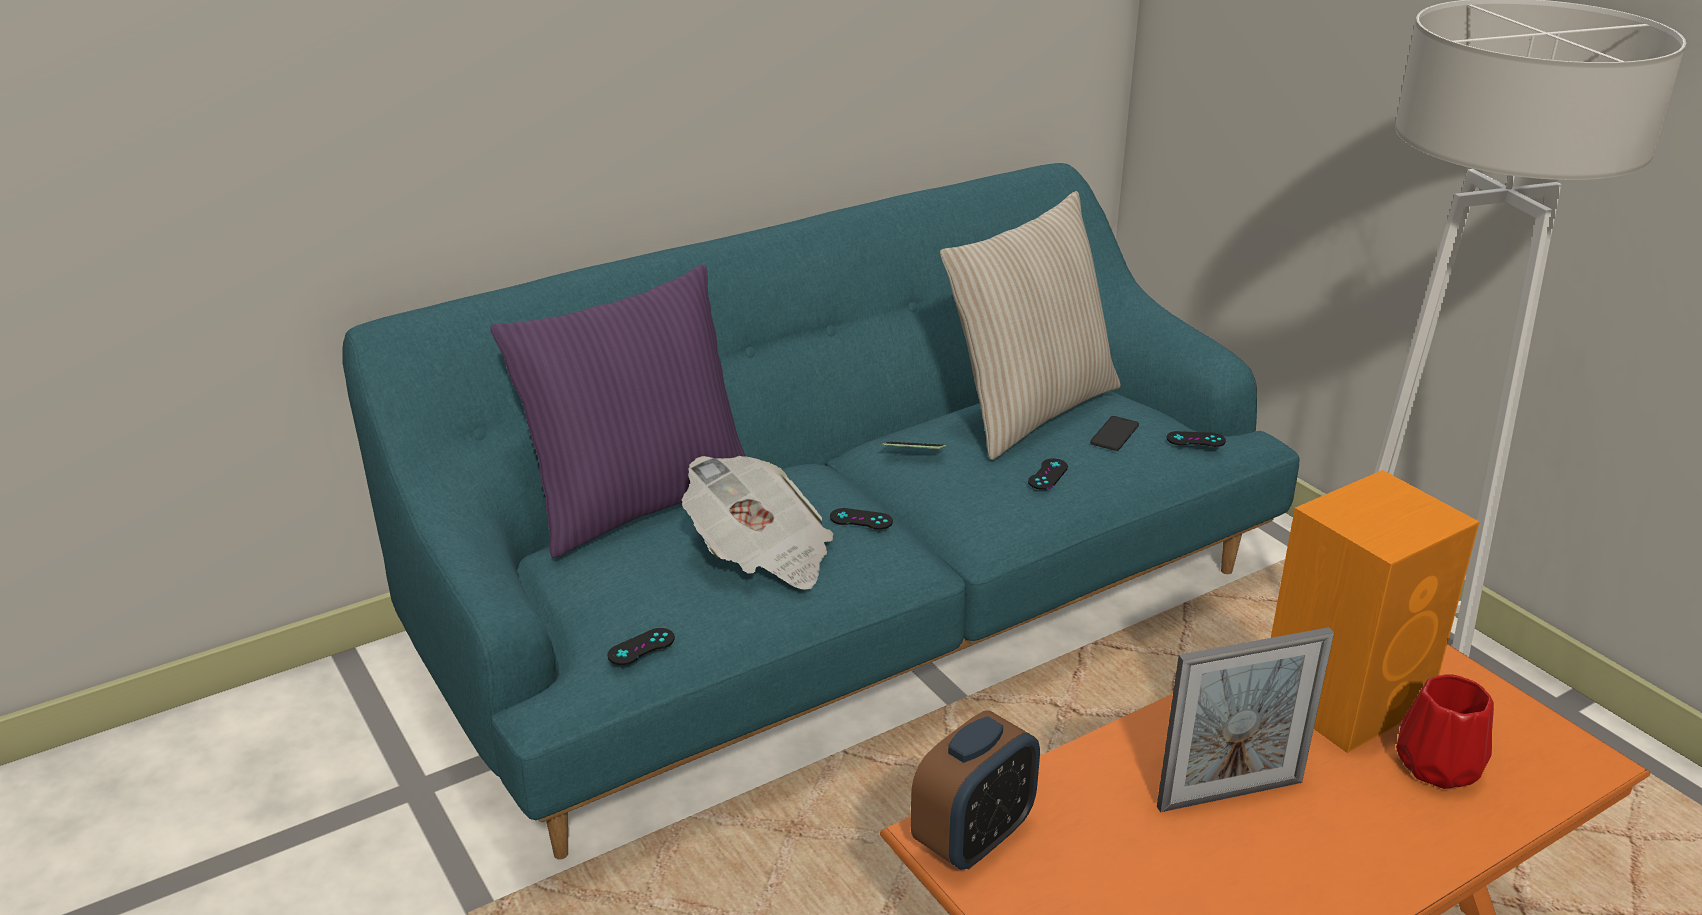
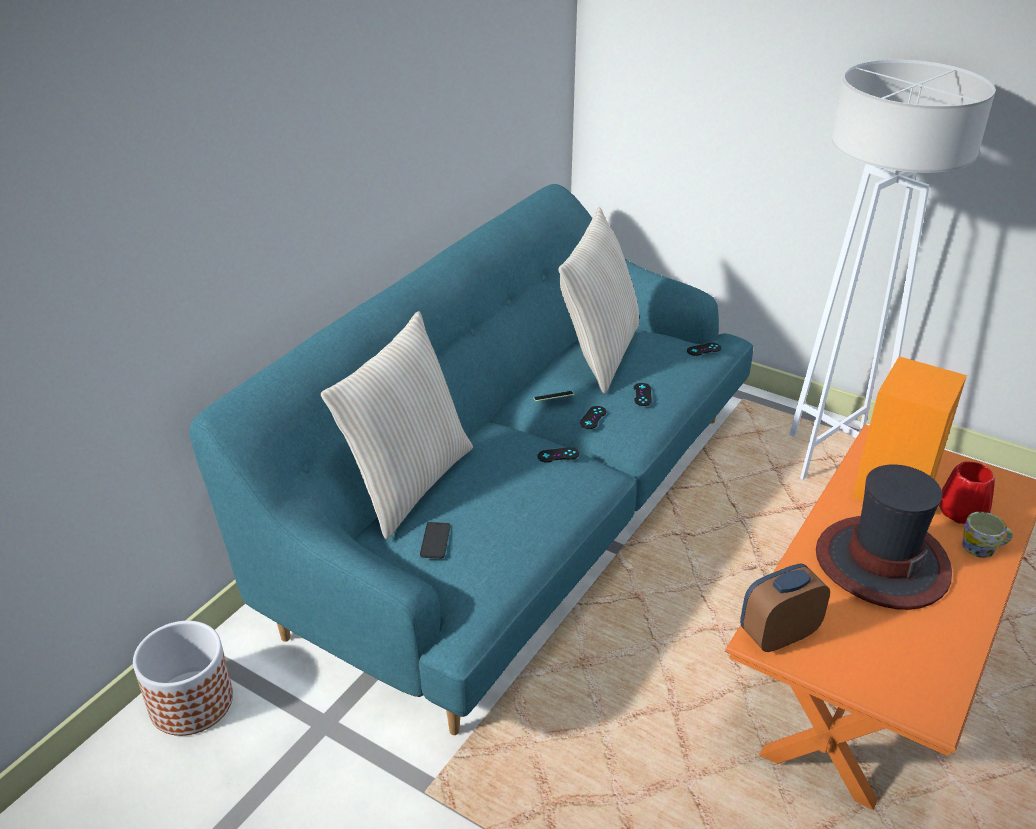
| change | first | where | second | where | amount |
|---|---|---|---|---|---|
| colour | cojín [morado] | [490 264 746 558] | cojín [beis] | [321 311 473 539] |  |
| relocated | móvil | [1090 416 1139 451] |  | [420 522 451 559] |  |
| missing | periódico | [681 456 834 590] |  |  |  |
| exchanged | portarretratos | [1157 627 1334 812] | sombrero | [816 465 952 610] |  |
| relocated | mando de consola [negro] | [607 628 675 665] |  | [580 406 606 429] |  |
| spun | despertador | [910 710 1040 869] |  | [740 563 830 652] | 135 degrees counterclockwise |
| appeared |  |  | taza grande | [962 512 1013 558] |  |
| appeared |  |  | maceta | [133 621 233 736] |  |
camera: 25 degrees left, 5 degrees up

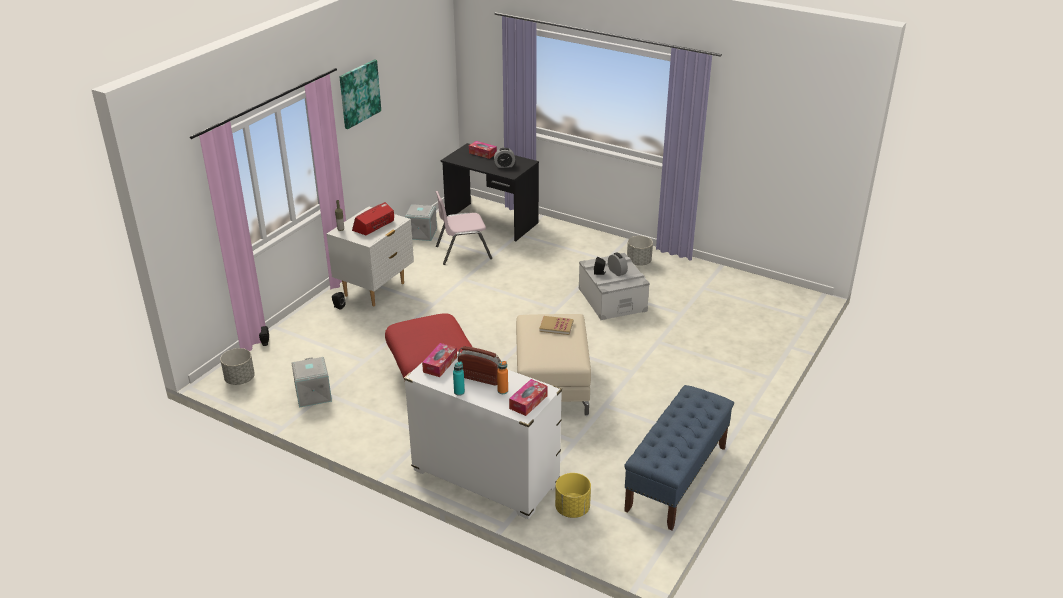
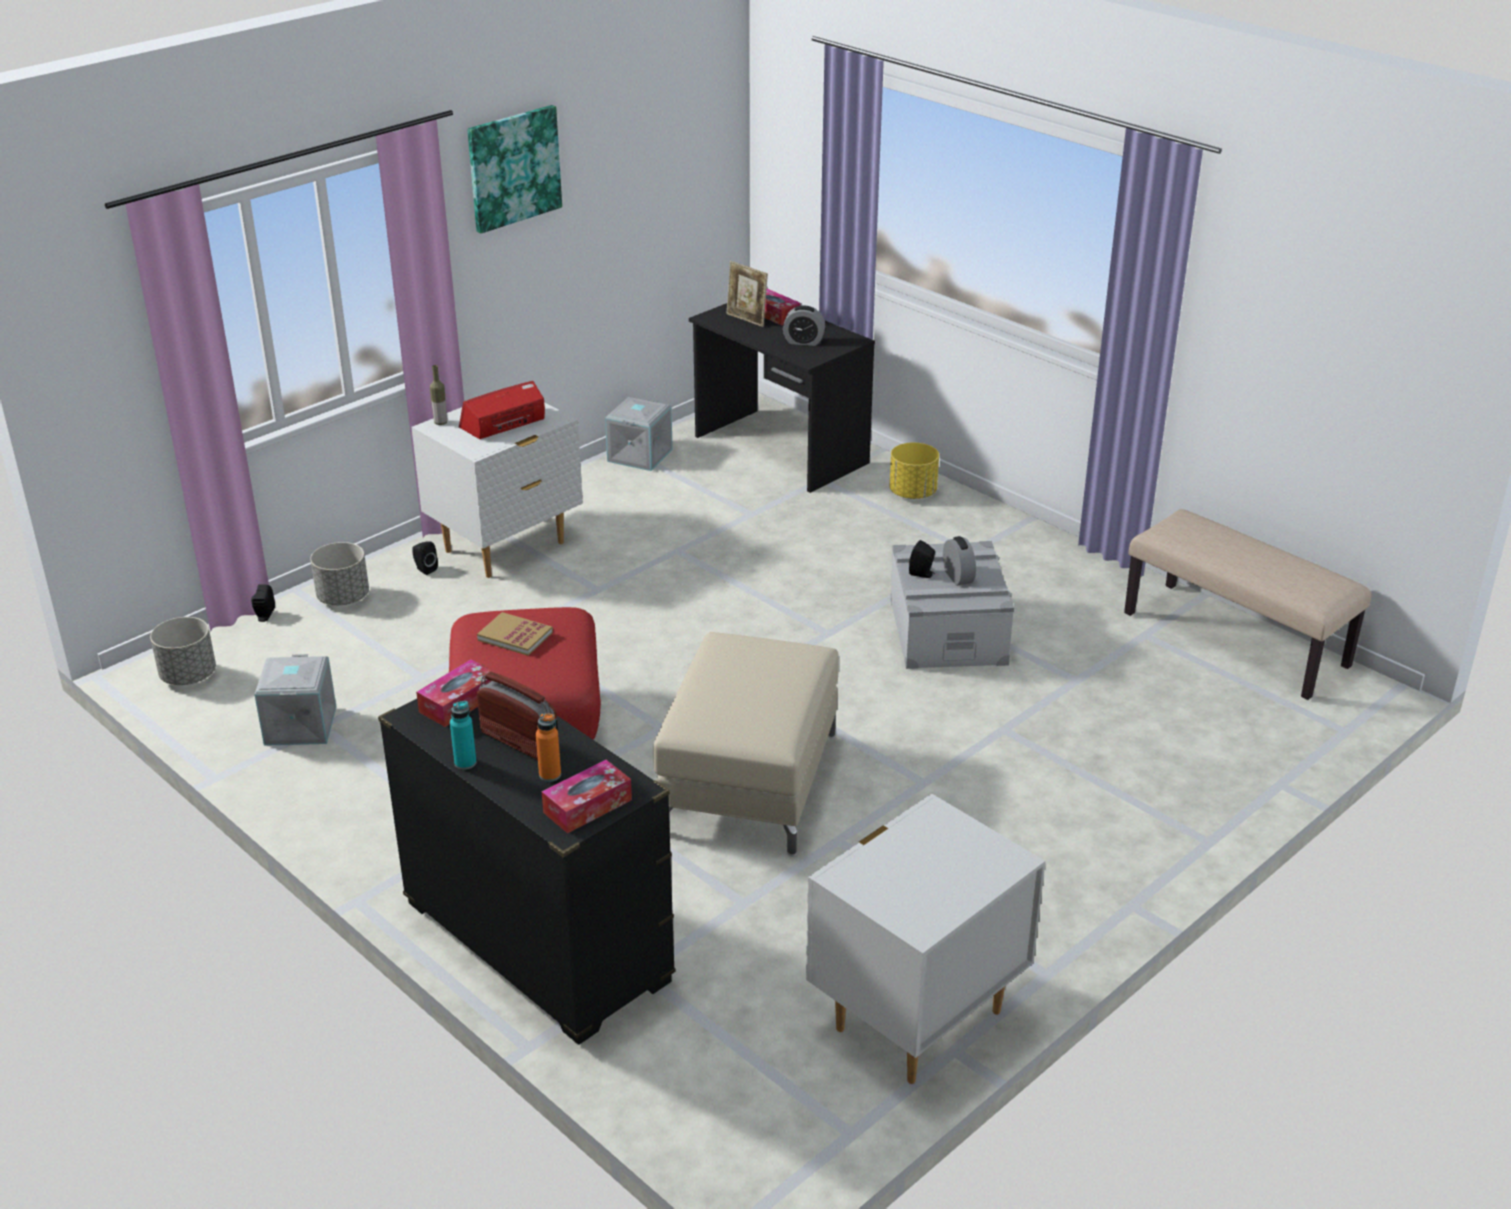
| change | first | where | second | where | amount |
|---|---|---|---|---|---|
| missing | silla [rosa] | [436 191 492 265] |  |  |  |
| relocated | maceta [gris] | [627 236 653 266] |  | [310 542 369 605] |  |
| relocated | libro | [539 316 573 335] |  | [477 612 553 656] |  |
| colour | cómoda [blanco] | [404 351 562 519] | cómoda [negro] | [378 664 676 1045] |  |
| exchanged | banco [azul] | [624 385 734 530] | mesita de noche [blanco] | [806 793 1045 1084] |  |
| relocated | maceta [amarillo] | [555 473 591 518] |  | [890 443 939 499] |  |
| appeared |  |  | portarretratos | [727 261 768 327] |  |
| appeared |  |  | banco [beis] | [1124 509 1371 700] |  |
camera: 15 degrees right, 0 degrees up

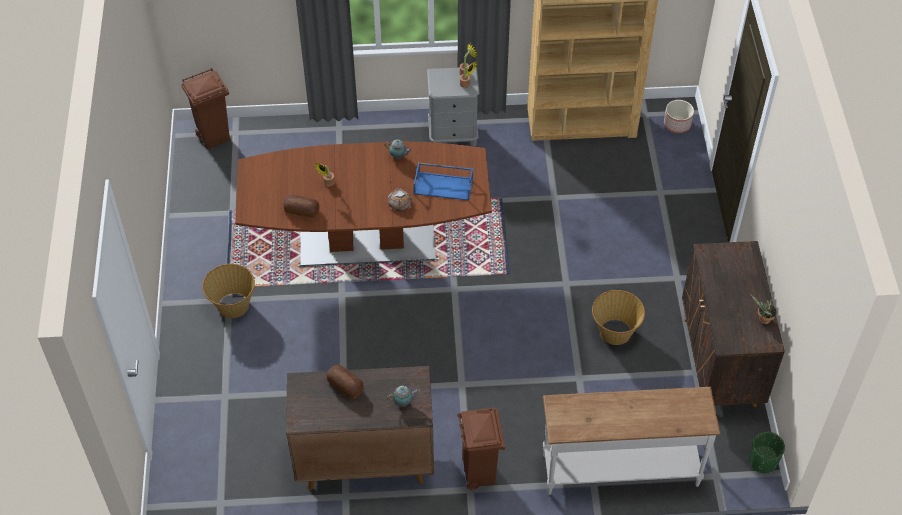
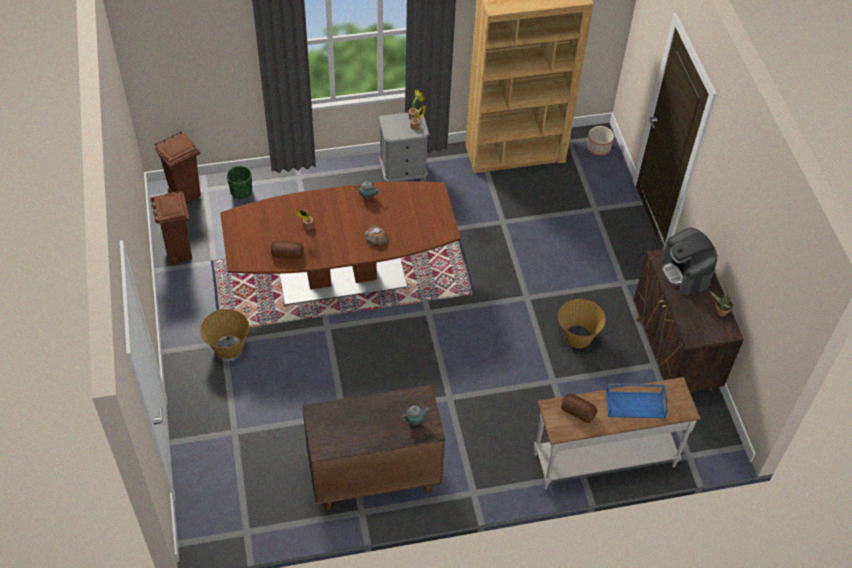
| change | first | where | second | where | amount |
|---|---|---|---|---|---|
| relocated | bandeja [azul] | [414 163 473 200] |  | [606 384 668 418] |  |
| relocated | pan | [326 364 364 399] |  | [561 393 597 423] |  |
| relocated | papelera [marrón] | [457 408 505 490] |  | [150 191 192 265] |  |
| relocated | maceta [verde] | [749 432 785 474] |  | [227 166 252 200] |  |
| appeared |  |  | cafetera | [661 227 717 295] |  |
camera: 10 degrees left, 0 degrees up

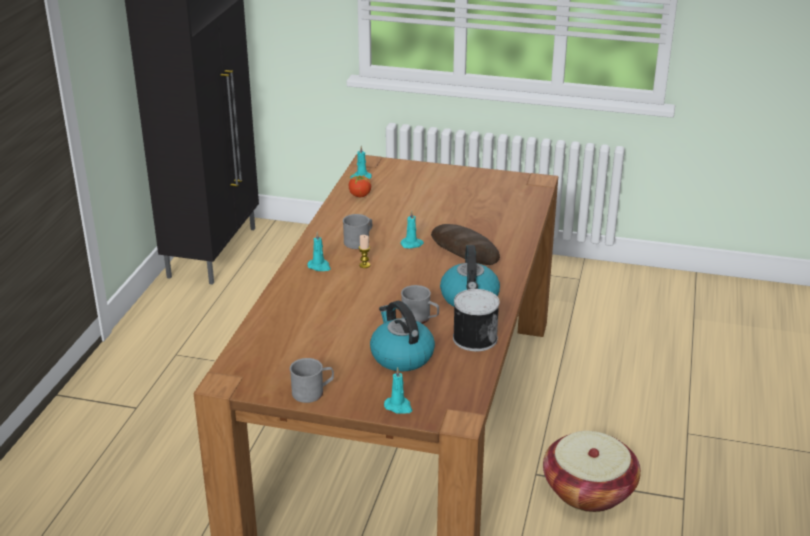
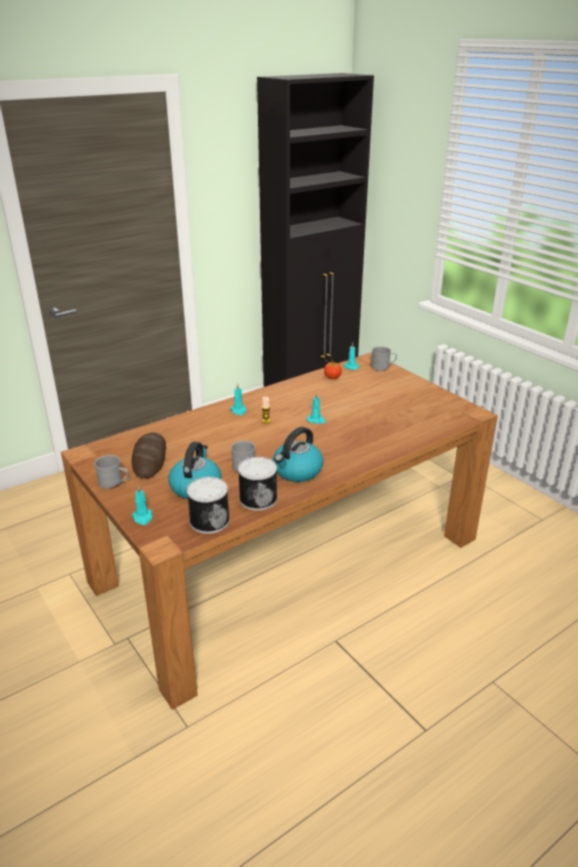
| change | first | where | second | where | amount |
|---|---|---|---|---|---|
| relocated | taza grande [gris] | [343 214 372 249] |  | [371 346 397 371] |  |
| relocated | pan | [431 224 500 265] |  | [132 432 166 479] |  |
| missing | cesta | [543 431 641 512] |  |  |  |
| appeared |  |  | lata | [187 477 230 534] |  |
camera: 40 degrees right, 0 degrees up

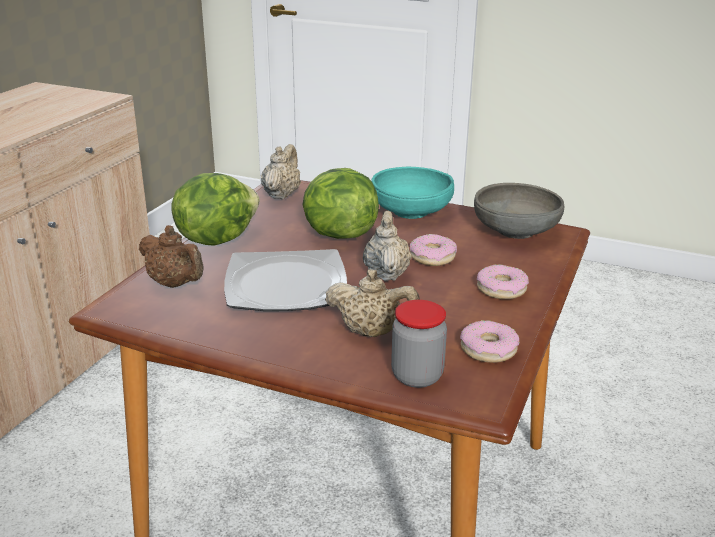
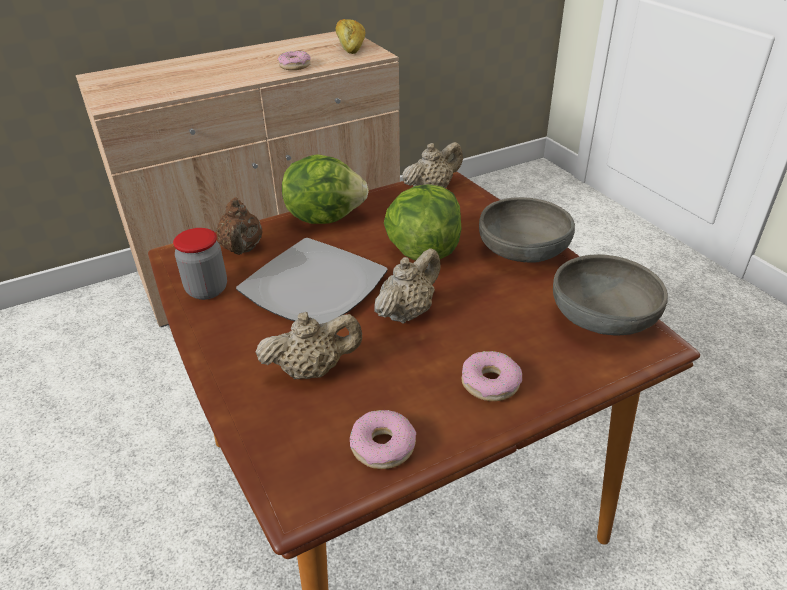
| change | first | where | second | where | amount |
|---|---|---|---|---|---|
| colour | cuenco [turquesa] | [371 167 454 219] | cuenco [gris] | [479 197 575 263] |  |
| relocated | rosquilla | [410 234 457 266] |  | [278 51 311 70] |  |
| spun | tetera [beis] | [325 269 420 337] |  | [255 312 362 379] | 75 degrees counterclockwise |
| relocated | tarro | [391 300 447 388] |  | [173 228 227 300] |  |
| appeared |  |  | pan | [336 19 365 54] |  |
camera: 40 degrees right, 10 degrees up

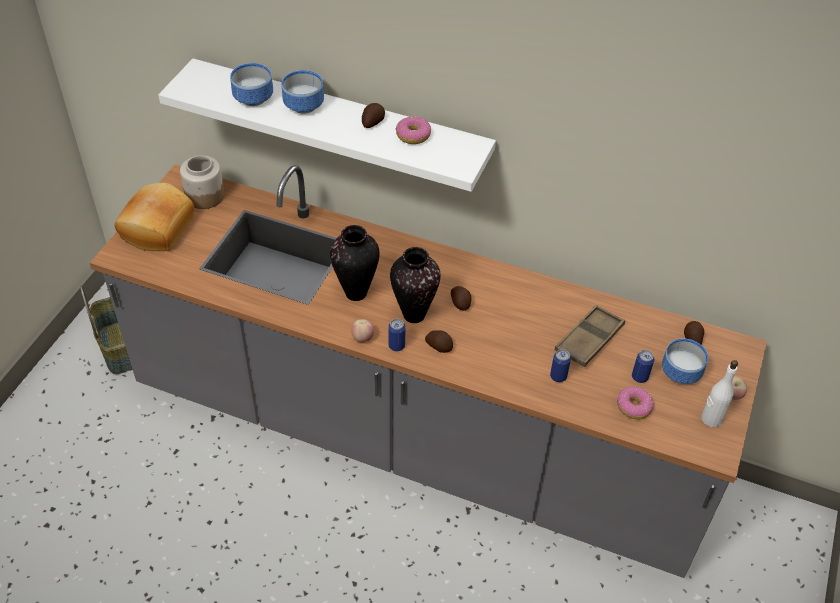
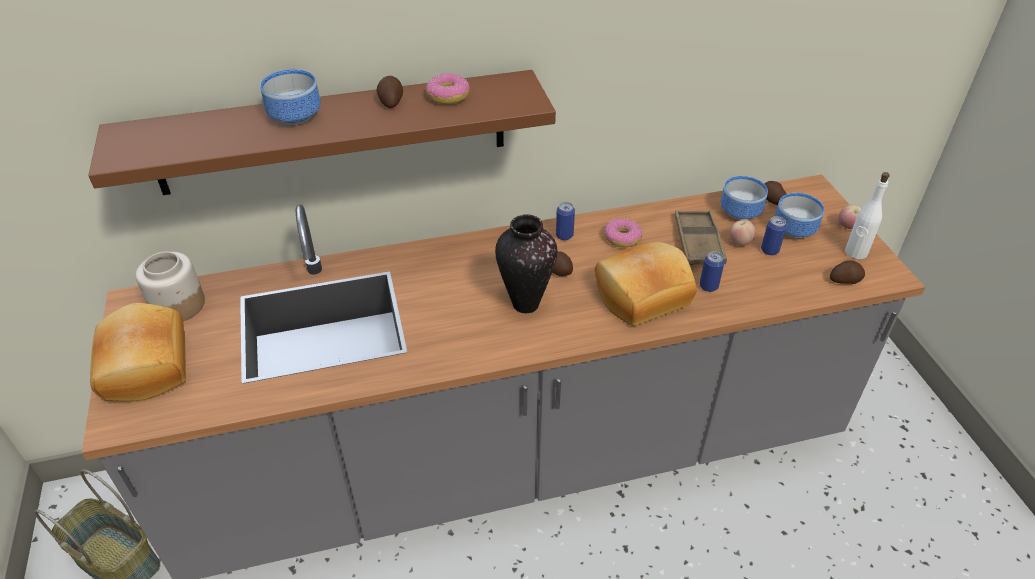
| change | first | where | second | where | amount |
|---|---|---|---|---|---|
| colour | estante [blanco] | [158 58 496 192] | estante [marrón] | [88 70 556 195] |  |
| relocated | cuenco | [230 63 273 106] |  | [720 176 768 220] |  |
| missing | florero | [330 225 380 301] |  |  |  |
| relocated | manzana | [351 319 374 342] |  | [730 220 756 246] |  |
| relocated | lata | [388 319 406 351] |  | [556 202 575 240] |  |
| relocated | patata | [425 330 453 353] |  | [830 260 865 284] |  |
| relocated | rosquilla | [617 387 654 419] |  | [604 218 642 247] |  |
| appeared |  |  | pan | [595 242 697 326] |  |
camera: 35 degrees left, 5 degrees down

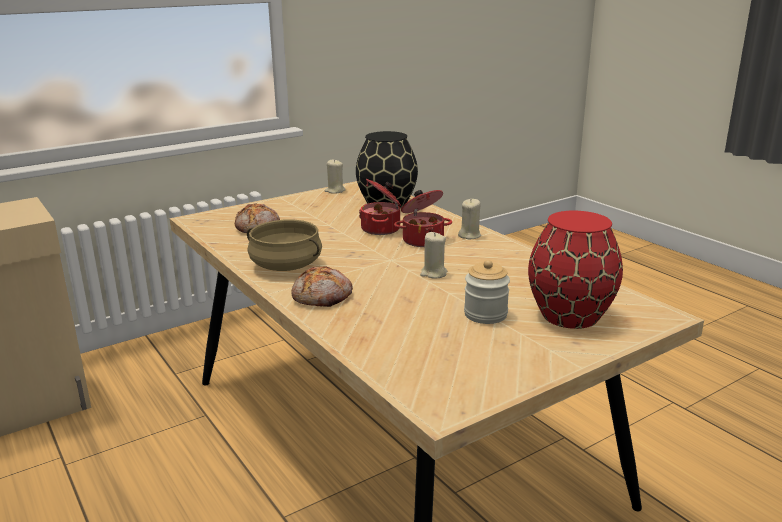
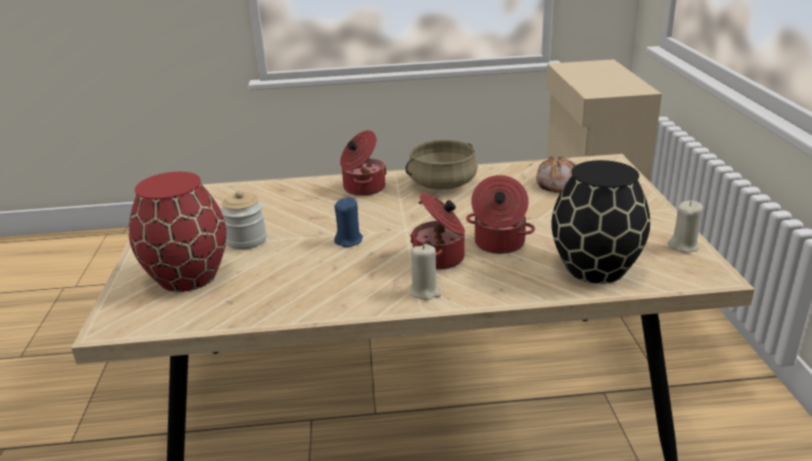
| change | first | where | second | where | amount |
|---|---|---|---|---|---|
| colour | vela [beis] | [420 232 447 279] | vela [azul] | [334 197 363 247] |  |
| exchanged | pan | [291 267 353 307] | olla | [340 130 387 196] |  |
camera: 120 degrees right, 5 degrees up

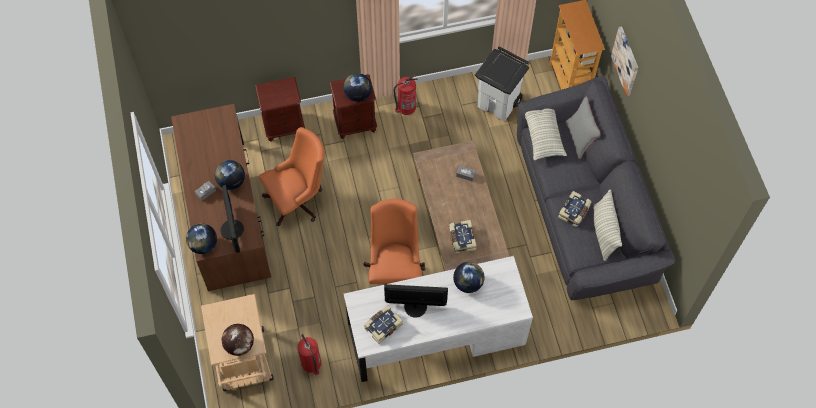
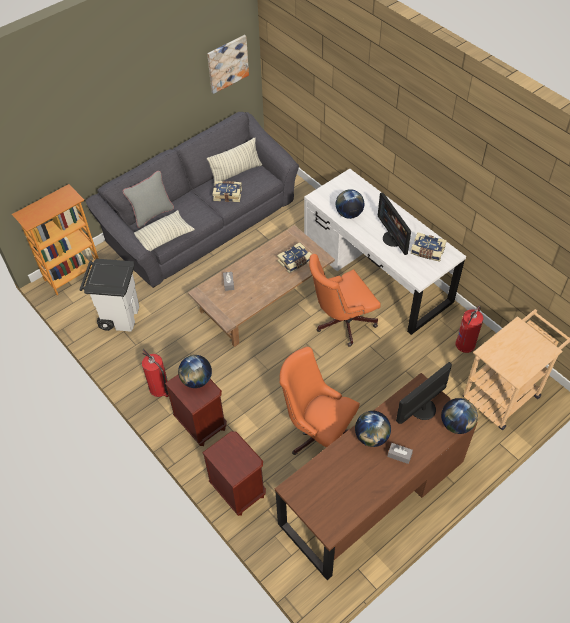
| change | first | where | second | where | amount |
|---|---|---|---|---|---|
| relocated | cuadro | [611 26 638 96] |  | [207 35 249 94] |  |
| missing | globo terráqueo | [222 324 254 356] |  |  |  |
camera: 115 degrees left, 10 degrees down

